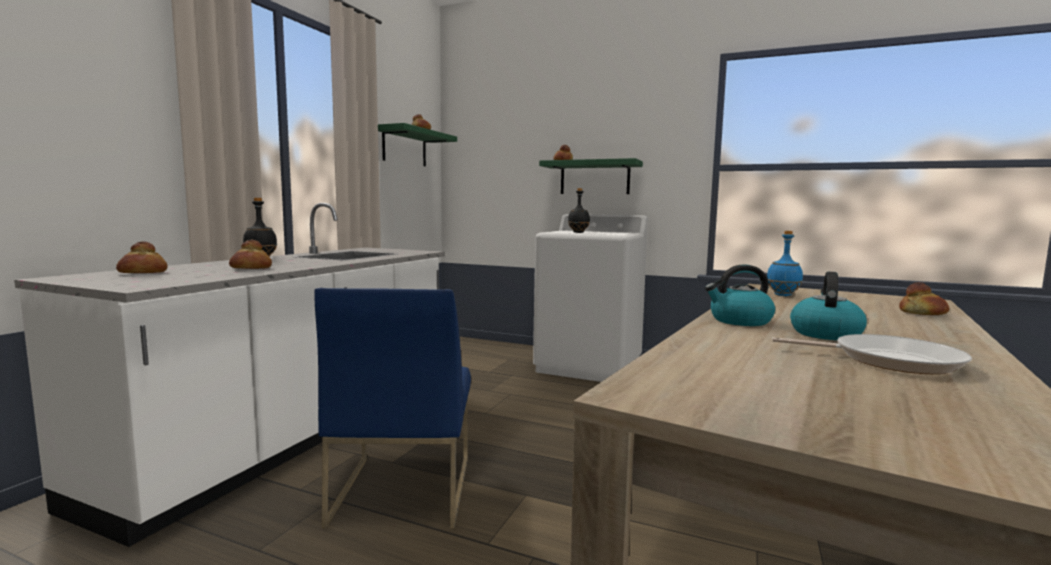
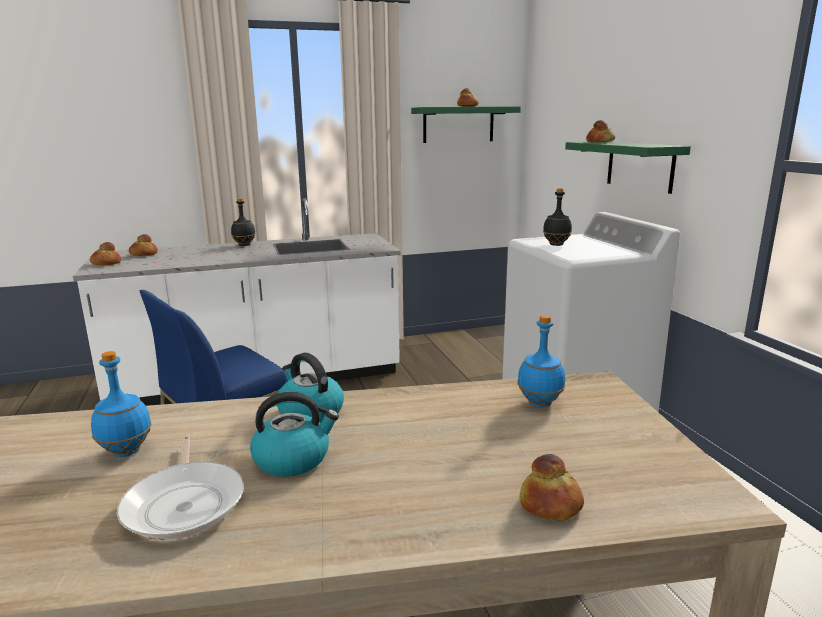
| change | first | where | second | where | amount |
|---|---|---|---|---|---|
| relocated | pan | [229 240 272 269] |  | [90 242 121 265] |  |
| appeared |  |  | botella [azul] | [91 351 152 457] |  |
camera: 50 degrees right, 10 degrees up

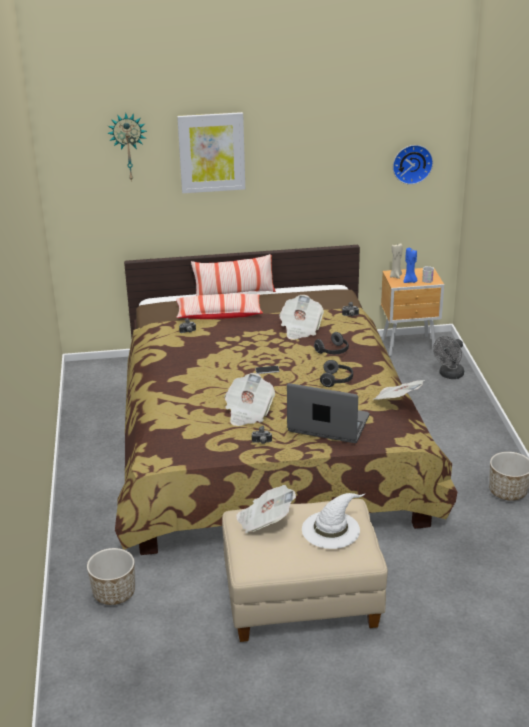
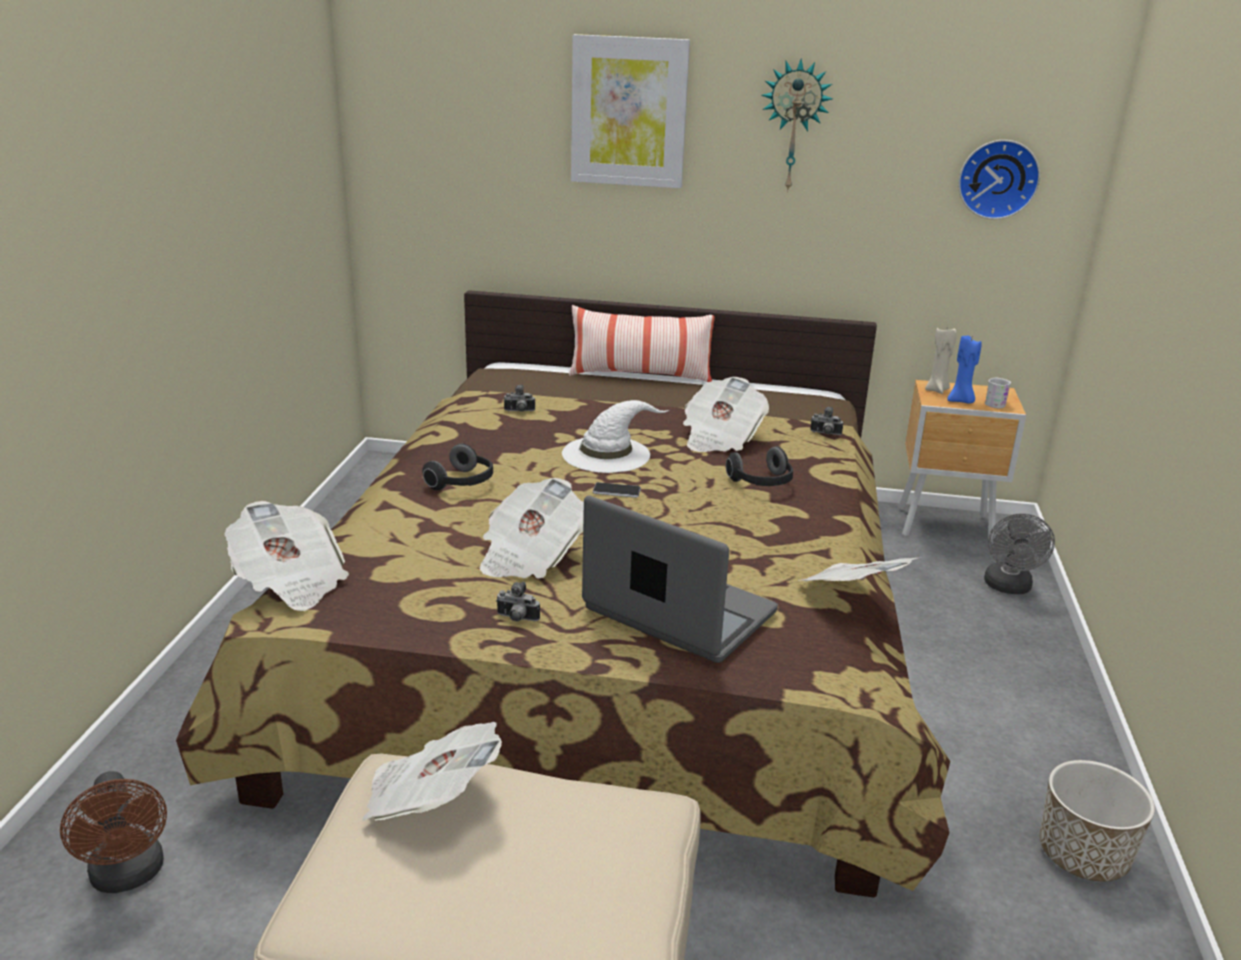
| change | first | where | second | where | amount |
|---|---|---|---|---|---|
| relocated | reloj de pared | [107 113 147 182] |  | [761 59 833 192] |  |
| missing | cojín | [176 294 263 319] |  |  |  |
| spun | ventilador [gris] | [433 336 464 379] |  | [984 513 1055 594] | 45 degrees counterclockwise |
| relocated | auriculares | [320 360 353 387] |  | [422 443 493 490] |  |
| relocated | sombrero [blanco] | [302 493 366 549] |  | [562 400 669 473] |  |
| exchanged | maceta | [87 548 135 605] | ventilador [marrón] | [60 771 167 893] |  |
| appeared |  |  | periódico | [225 501 349 611] |  |
camera: 15 degrees right, 5 degrees down

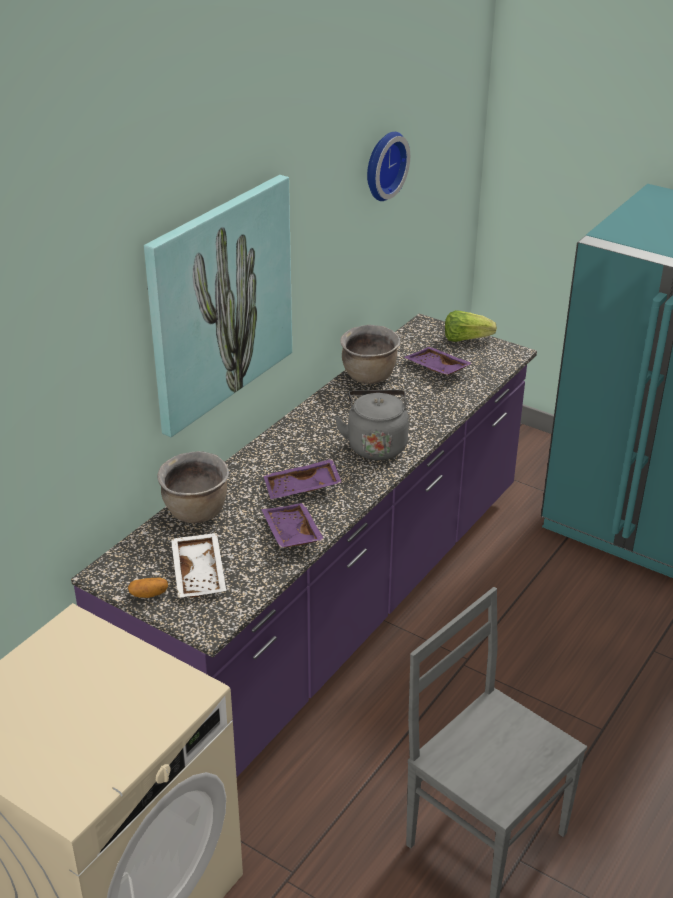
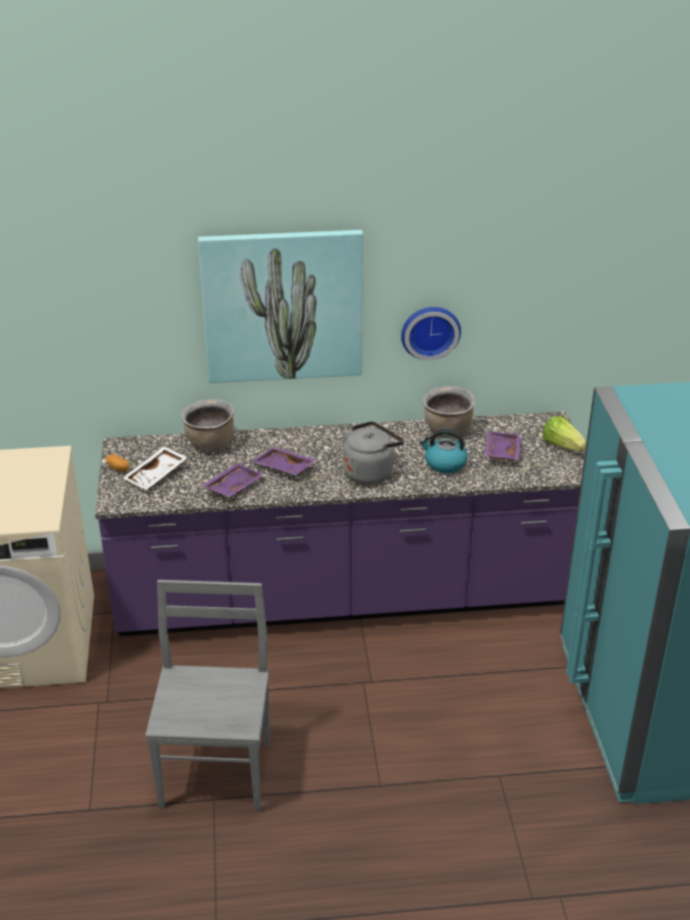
| change | first | where | second | where | amount |
|---|---|---|---|---|---|
| relocated | reloj de pared | [367 132 410 201] |  | [401 307 461 361] |  |
| appeared |  |  | hervidor | [419 429 468 473] |  |
camera: 50 degrees right, 0 degrees up

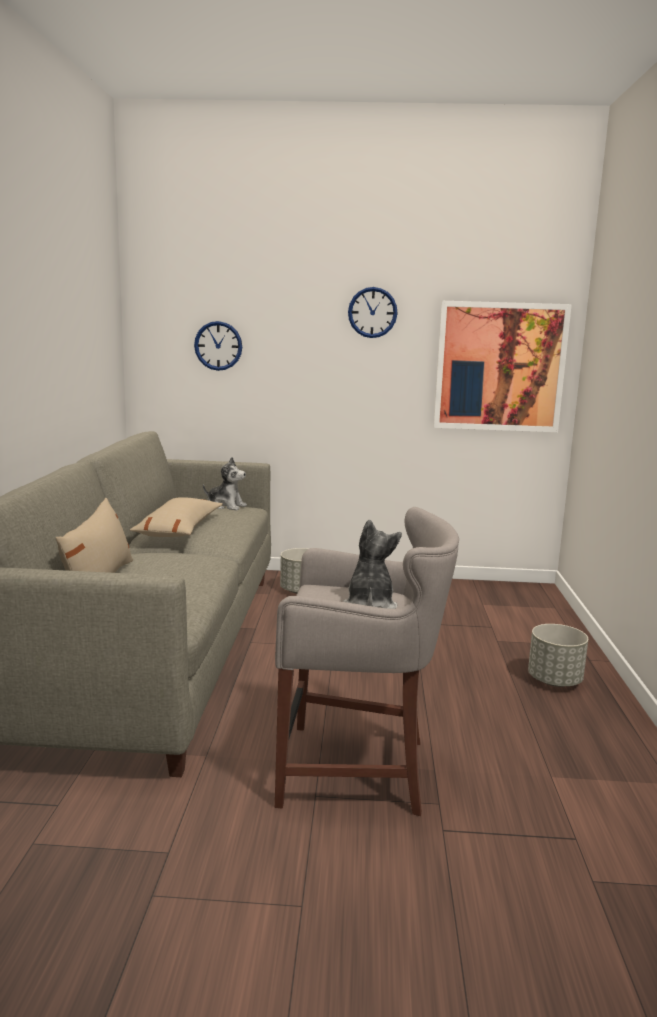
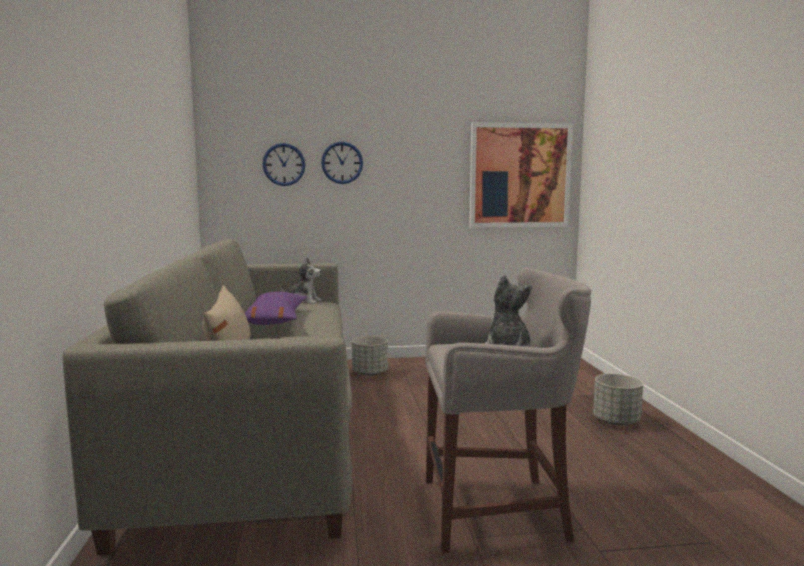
| change | first | where | second | where | amount |
|---|---|---|---|---|---|
| relocated | reloj de pared | [348 287 398 338] |  | [321 142 363 184] |  |
| colour | cojín [beis] | [130 497 223 537] | cojín [morado] | [245 292 307 325] |  |
camera: 10 degrees left, 5 degrees down

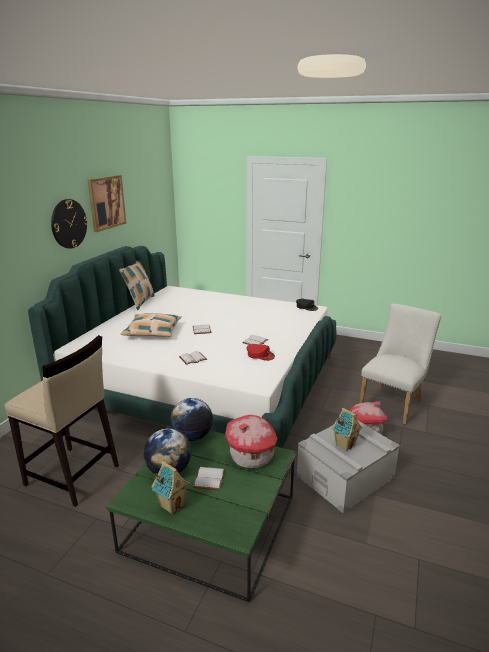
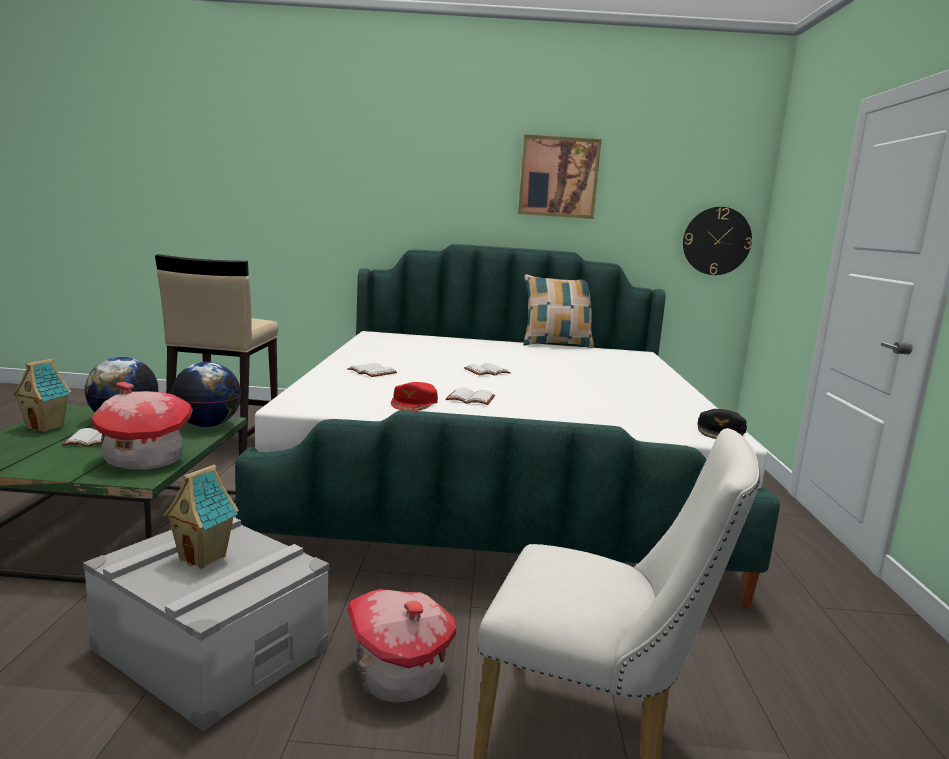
| change | first | where | second | where | amount |
|---|---|---|---|---|---|
| relocated | reloj de pared | [51 199 88 249] |  | [683 207 752 275] |  |
| missing | cojín | [120 313 182 337] |  |  |  |
camera: 70 degrees right, 10 degrees down

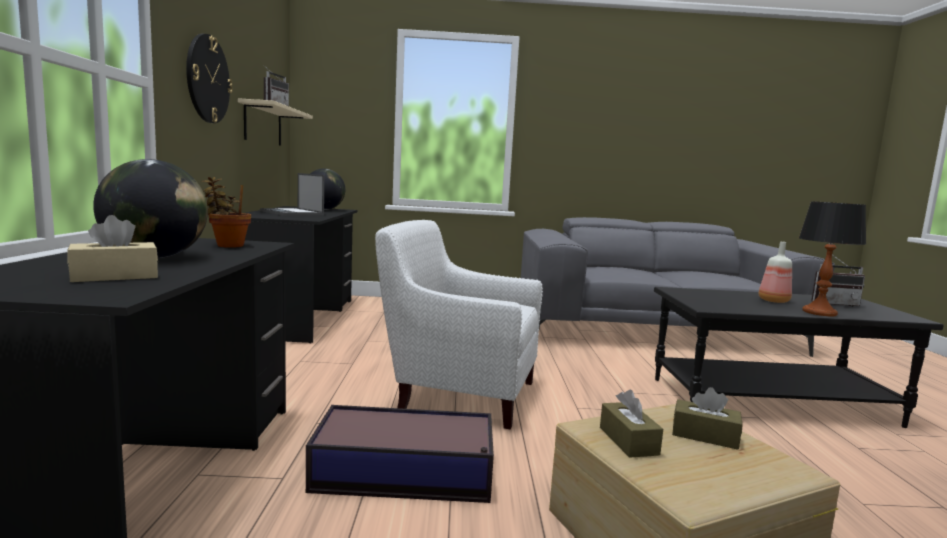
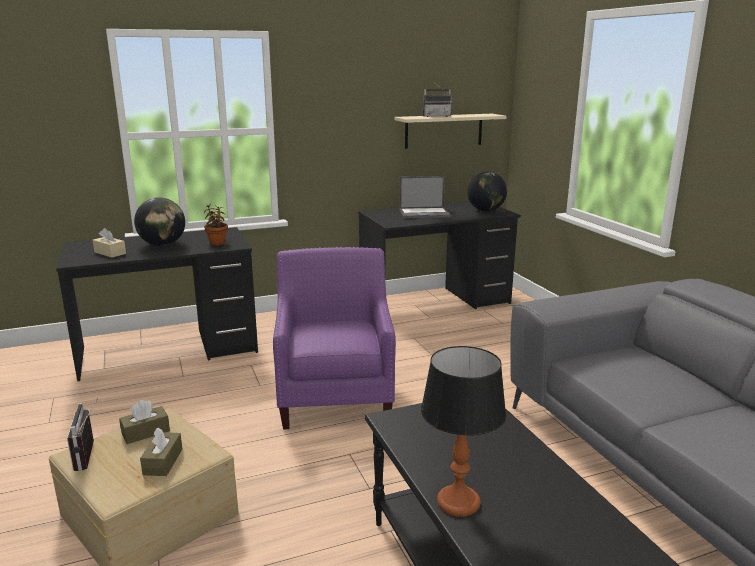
| change | first | where | second | where | amount |
|---|---|---|---|---|---|
| missing | reloj de pared | [186 34 233 123] |  |  |  |
| spun | portátil | [260 173 324 216] |  | [399 176 451 219] | 120 degrees counterclockwise |
| colour | sillón [blanco] | [375 220 543 430] | sillón [morado] | [273 247 396 430] |  |
| missing | botella | [759 242 792 303] |  |  |  |
| relocated | radio | [811 255 865 307] |  | [67 398 98 471] |  |
| missing | caja de almacenaje | [306 405 494 503] |  |  |  |
camera: 70 degrees right, 10 degrees up

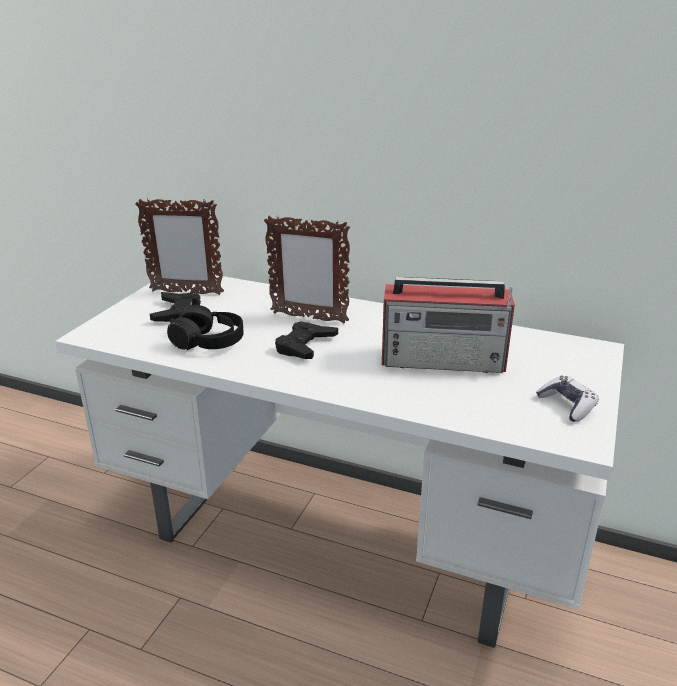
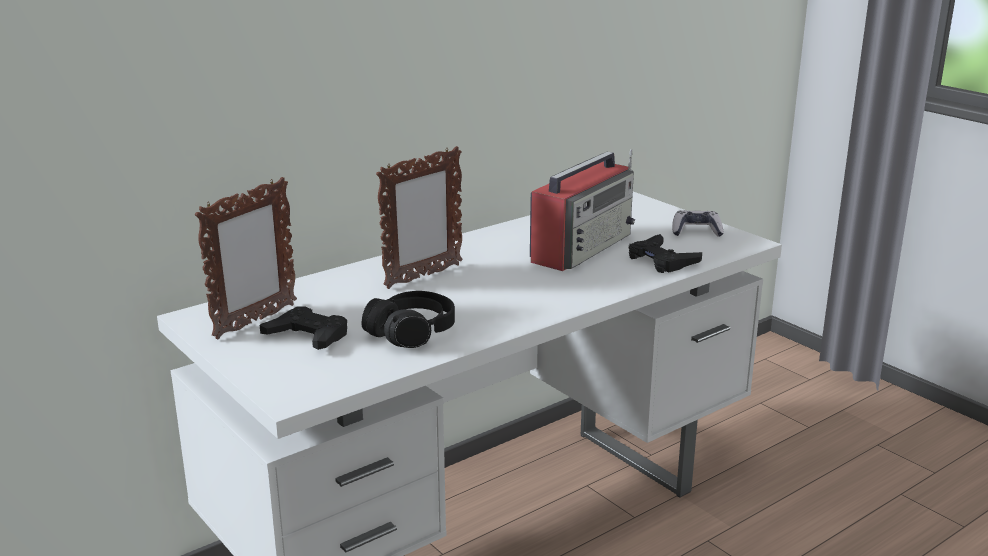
| change | first | where | second | where | amount |
|---|---|---|---|---|---|
| relocated | mando de consola [negro] | [275 321 338 359] |  | [629 234 702 273] |  |
camera: 60 degrees left, 5 degrees down

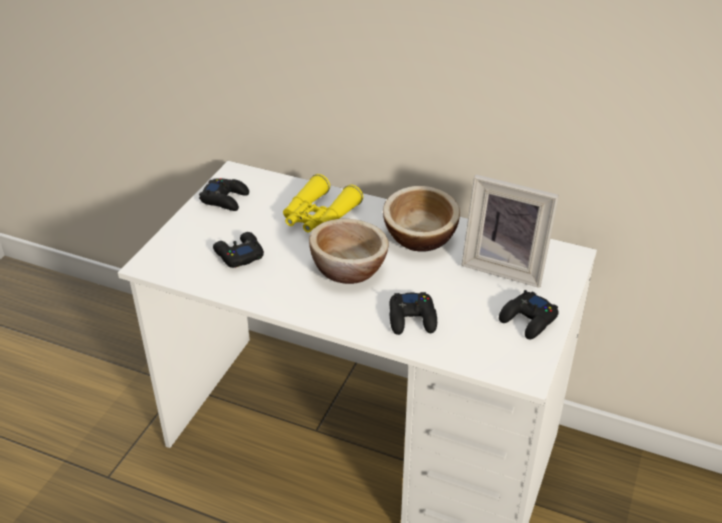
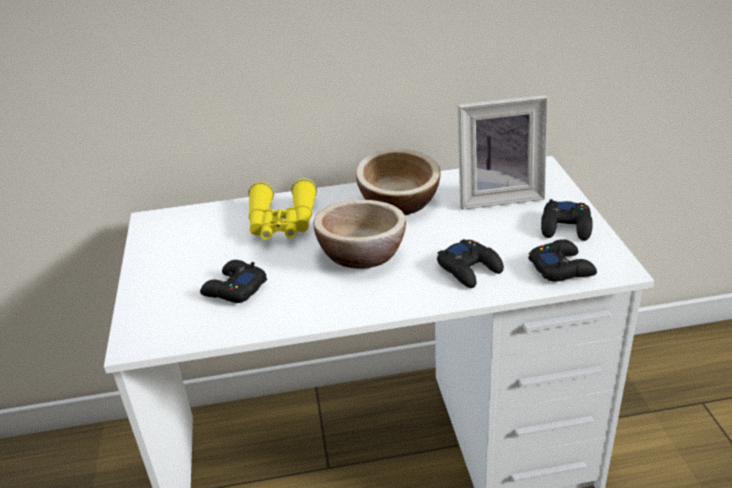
| change | first | where | second | where | amount |
|---|---|---|---|---|---|
| relocated | mando de consola [negro] | [199 178 249 211] |  | [528 239 597 282] |  |
camera: 30 degrees left, 5 degrees down

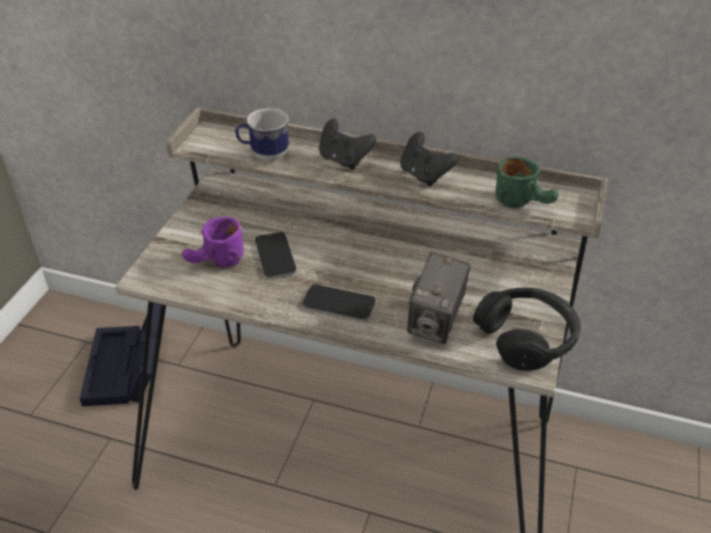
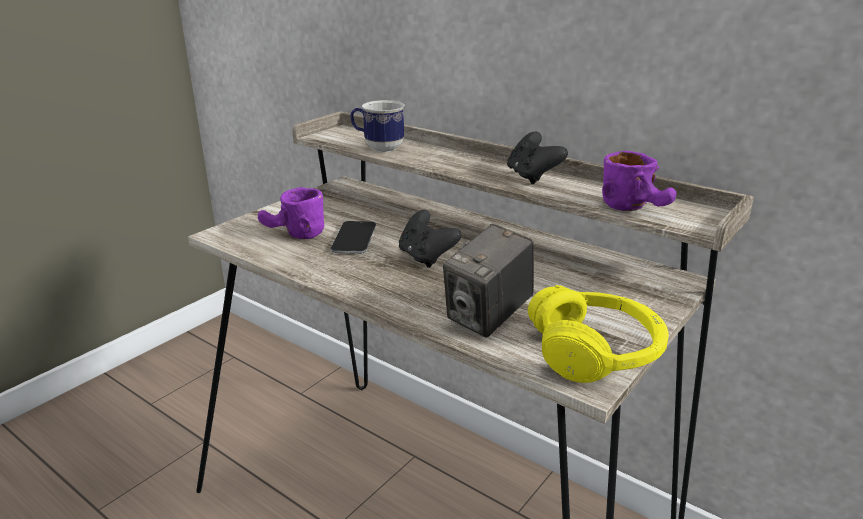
| change | first | where | second | where | amount |
|---|---|---|---|---|---|
| relocated | mando de consola [negro] | [319 119 376 170] |  | [399 210 462 268] |  |
| colour | taza grande [verde] | [495 156 559 208] | taza grande [morado] | [602 151 676 211] |  |
| missing | móvil | [302 285 376 321] |  |  |  |
| colour | auriculares [negro] | [473 287 581 371] | auriculares [amarillo] | [528 285 669 383] |  |
| missing | caja de almacenaje [negro] | [80 303 161 406] |  |  |  |
camera: 20 degrees right, 15 degrees down

